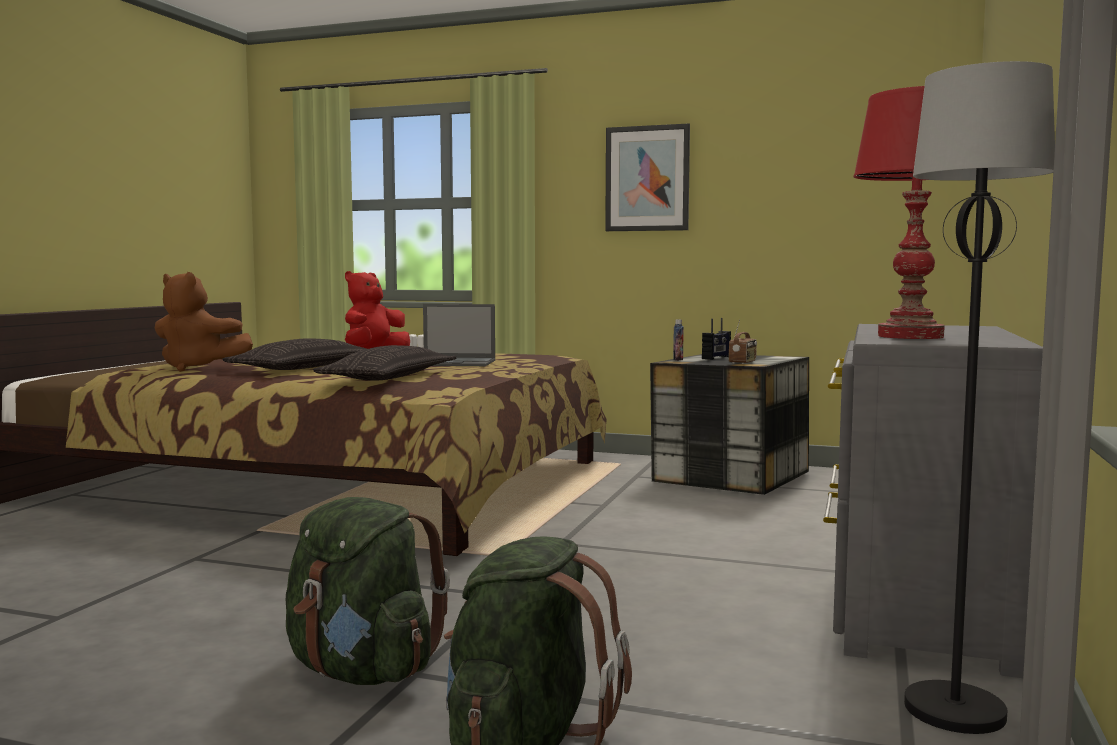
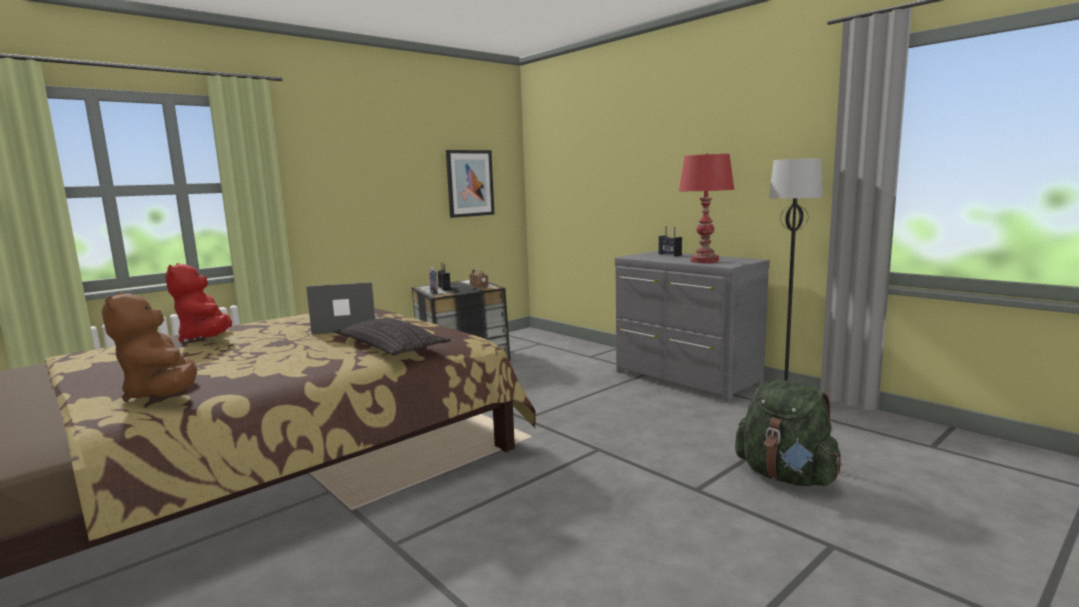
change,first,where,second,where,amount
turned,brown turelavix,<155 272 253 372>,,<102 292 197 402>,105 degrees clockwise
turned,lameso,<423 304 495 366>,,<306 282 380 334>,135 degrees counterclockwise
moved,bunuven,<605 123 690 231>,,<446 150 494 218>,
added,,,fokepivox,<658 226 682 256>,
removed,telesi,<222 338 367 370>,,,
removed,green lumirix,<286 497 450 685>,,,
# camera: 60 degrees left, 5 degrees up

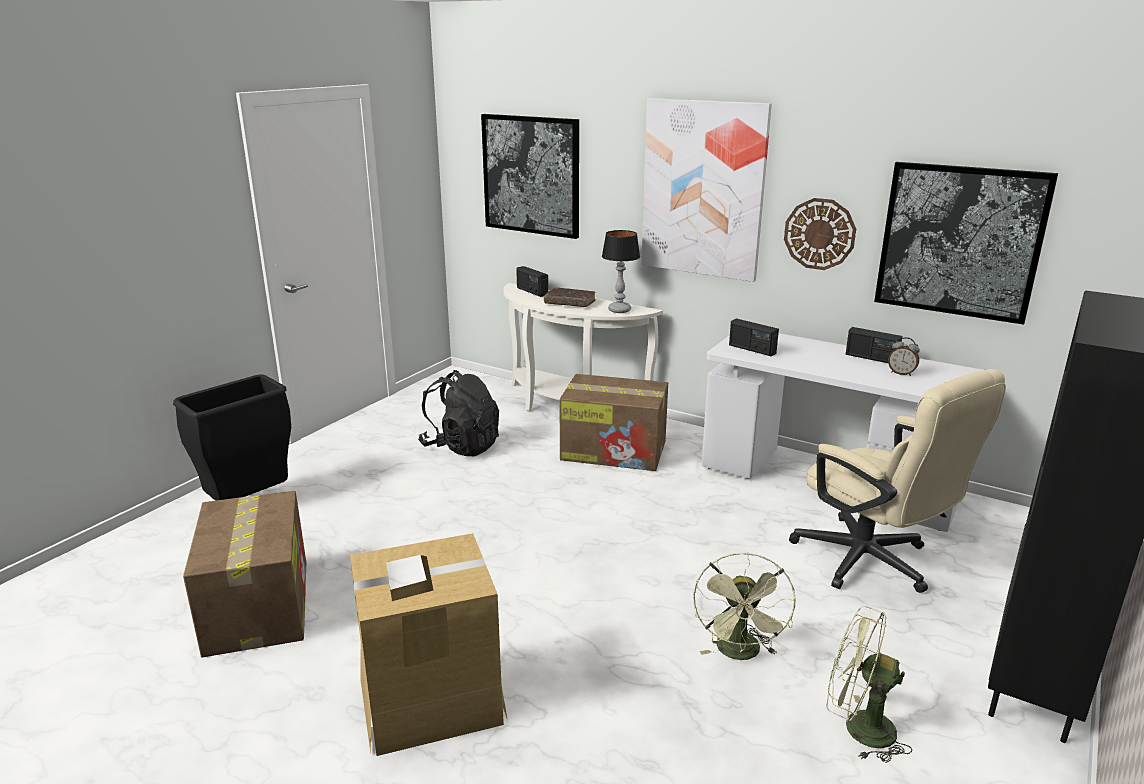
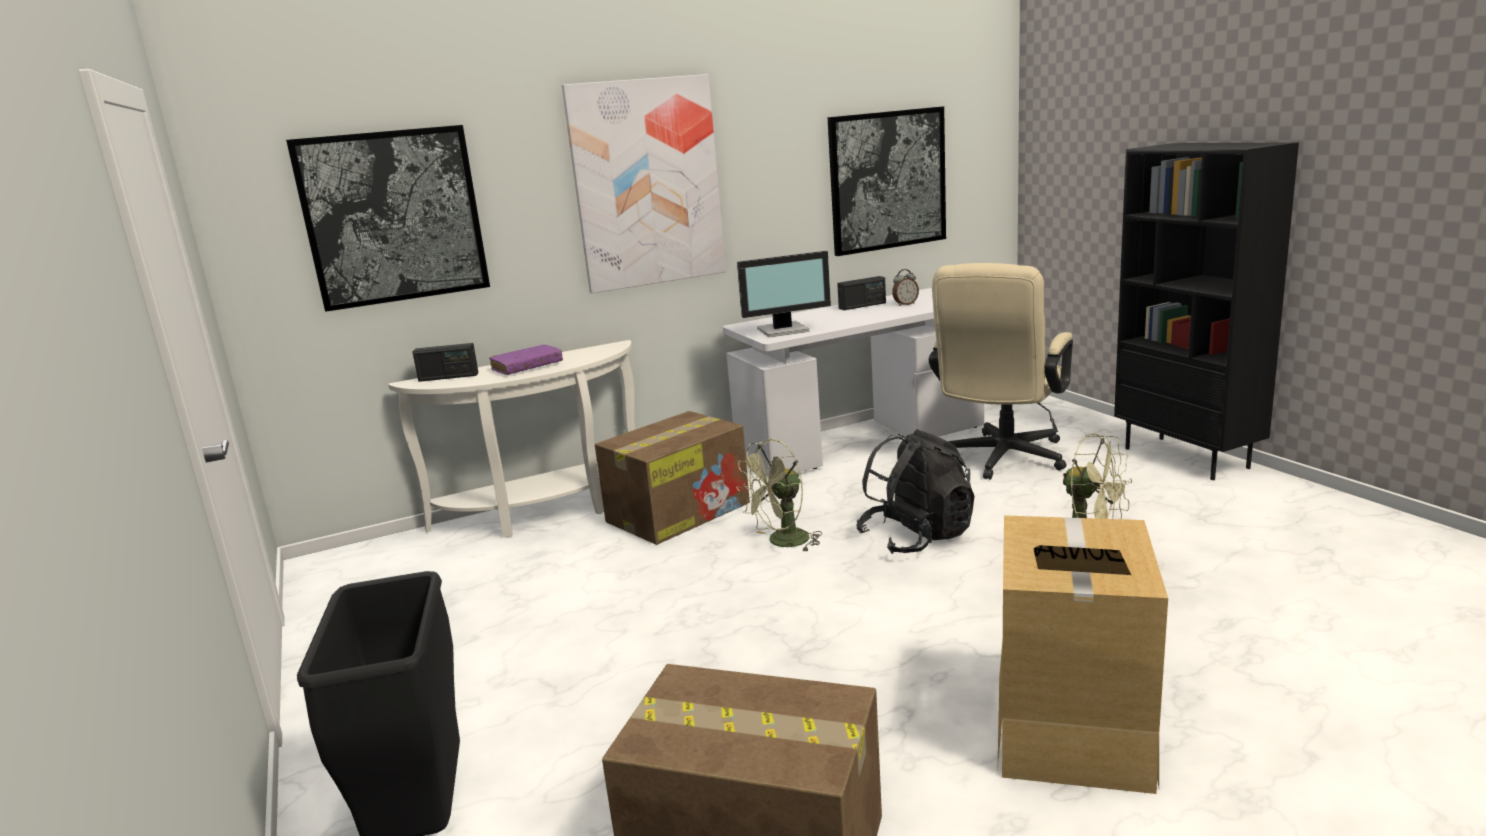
change,first,where,second,where,amount
recoloured,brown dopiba,<544 287 596 307>,purple dopiba,<489 344 563 375>,
moved,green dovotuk,<826 606 912 763>,,<736 439 822 551>,
replaced,fokepivox,<729 318 779 356>,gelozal,<737 251 831 337>,
moved,black lumirix,<418 370 499 456>,,<857 429 974 554>,
turned,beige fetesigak,<789 369 1006 593>,,<929 263 1073 480>,120 degrees clockwise
removed,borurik,<602 230 640 313>,,,
removed,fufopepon,<784 198 856 270>,,,
# camera: 55 degrees left, 5 degrees down

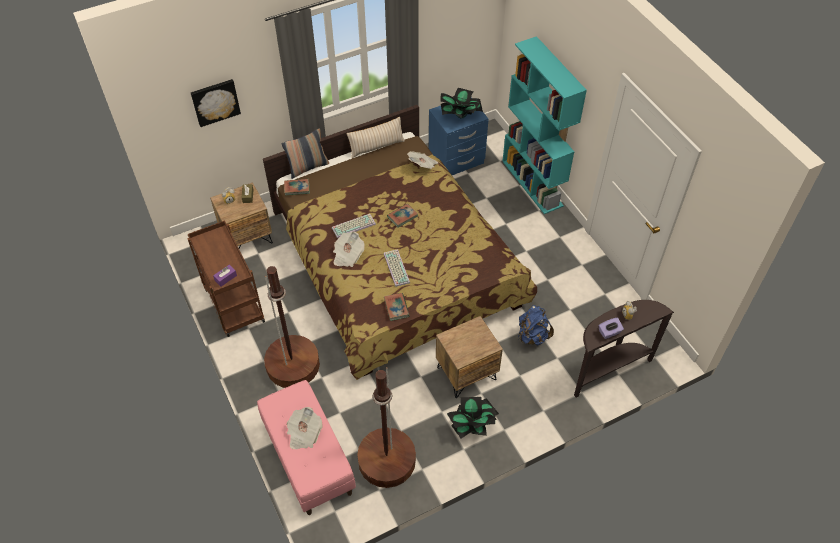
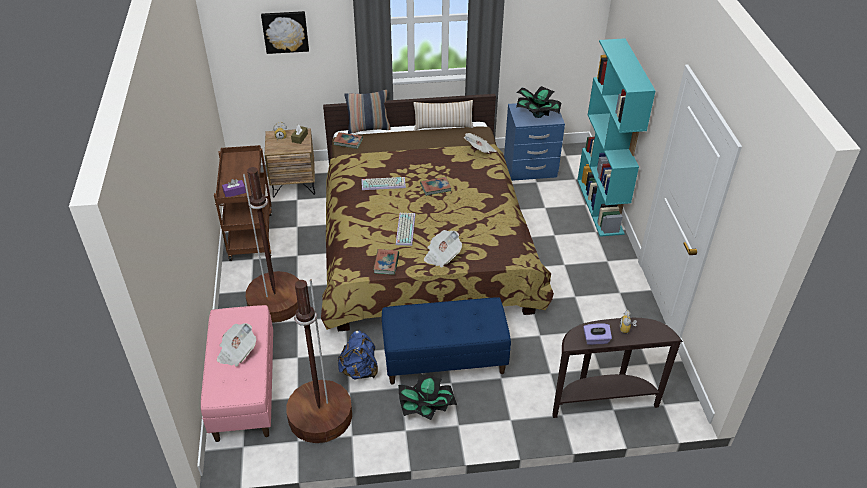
change,first,where,second,where,amount
moved,blue lumirix,<518 305 554 345>,,<338 330 378 379>,
replaced,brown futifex,<436 316 503 398>,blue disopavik,<382 297 511 385>,
moved,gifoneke,<333 231 365 267>,,<424 230 462 267>,
# camera: 20 degrees right, 10 degrees down

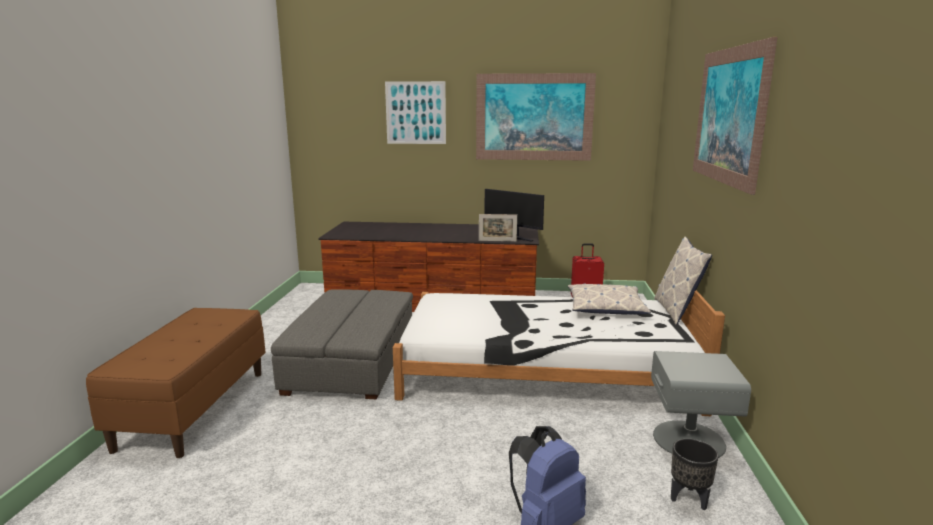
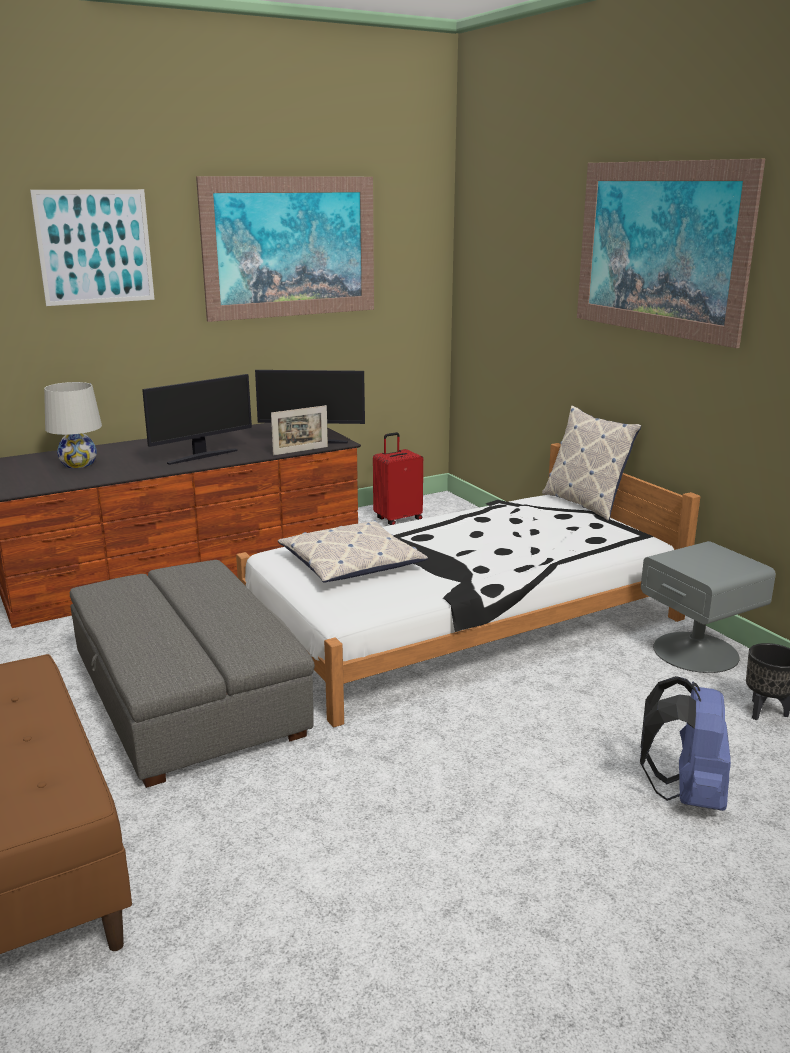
change,first,where,second,where,amount
added,,,white borurik,<44 382 102 468>,
added,,,gelozal,<142 374 252 465>,
moved,telesi,<568 283 651 315>,,<278 520 428 583>,
# camera: 35 degrees left, 5 degrees up

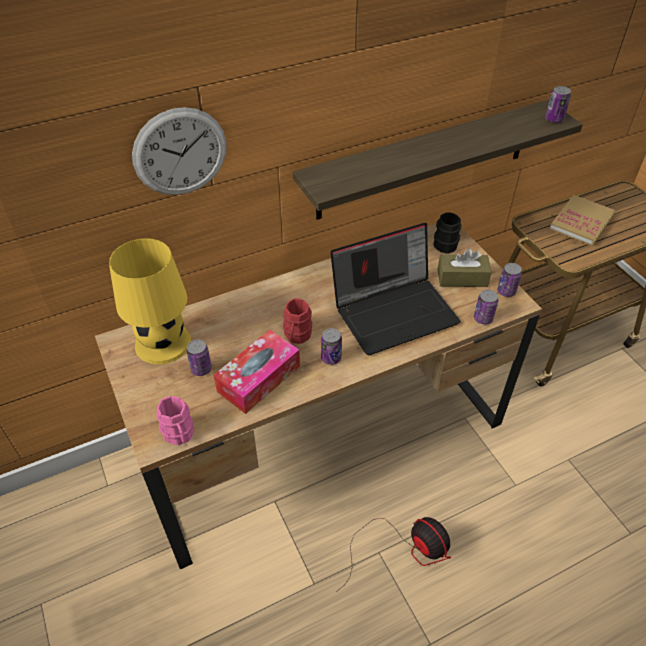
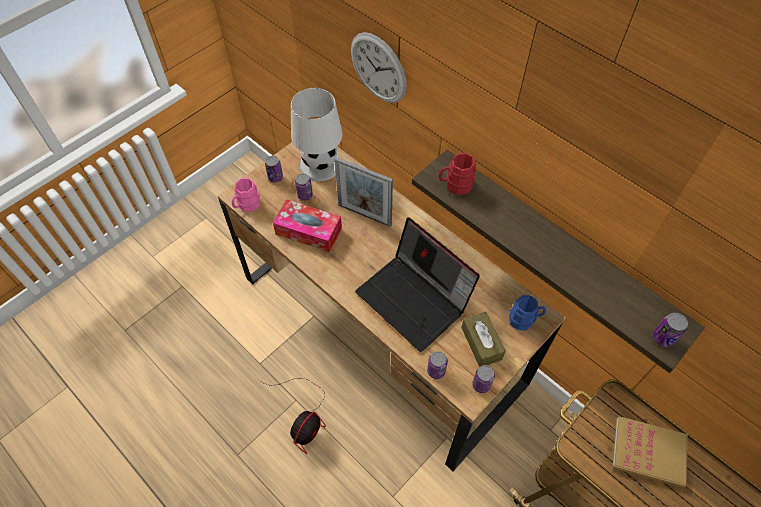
change,first,where,second,where,amount
moved,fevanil,<321 328 342 365>,,<265 156 283 183>,
recoloured,yellow borurik,<109 238 191 365>,white borurik,<291 88 343 181>,
added,,,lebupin,<334 157 393 227>,
moved,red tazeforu,<283 298 312 344>,,<439 153 476 195>,
recoloured,black tazeforu,<433 212 461 254>,blue tazeforu,<509 295 546 330>,
# camera: 70 degrees right, 10 degrees up

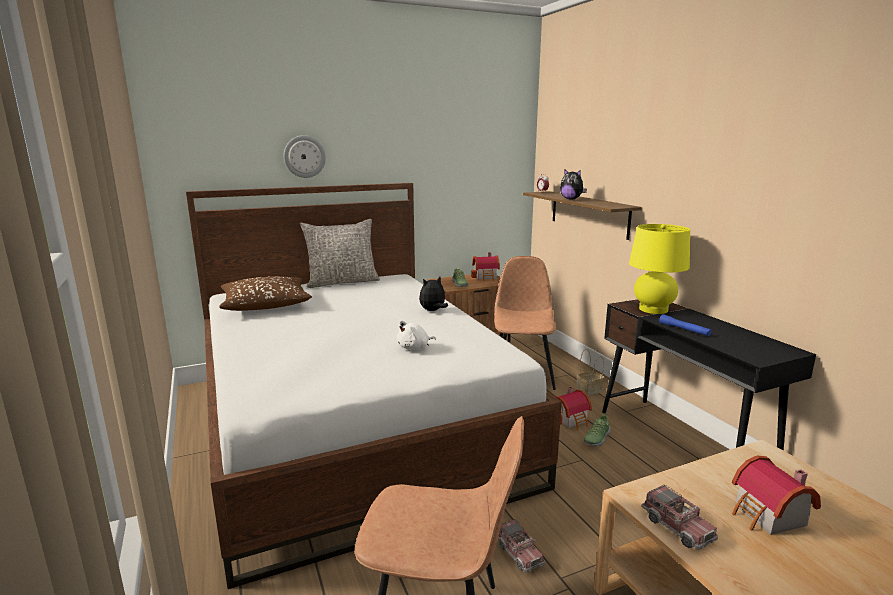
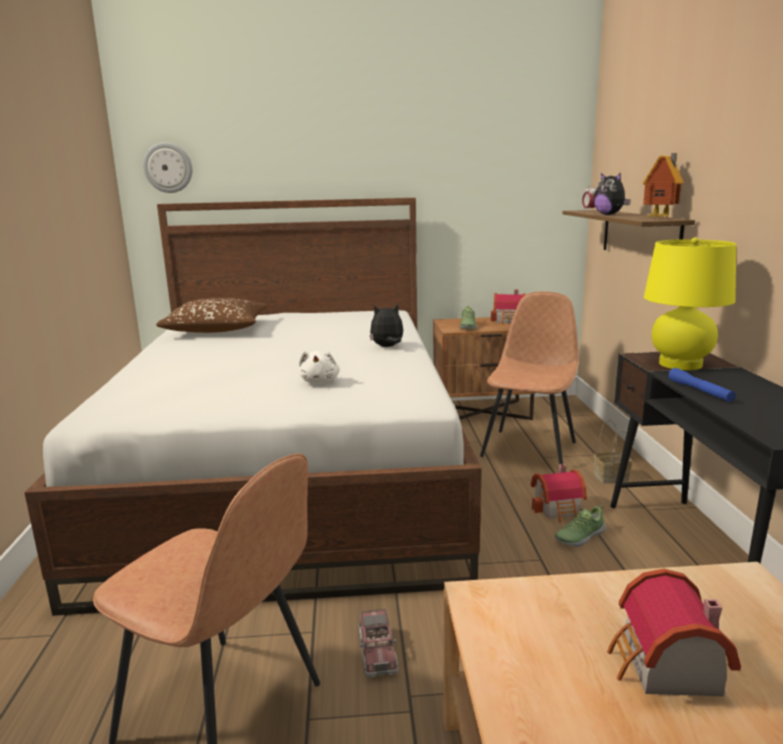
change,first,where,second,where,amount
moved,fufopepon,<284 135 326 178>,,<143 142 192 193>,
turned,white turelavix,<397 320 436 350>,,<299 351 340 384>,75 degrees counterclockwise
added,,,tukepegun,<642 153 684 217>,
removed,grey telesi,<300 219 380 288>,,,
removed,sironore,<641 484 718 550>,,,
# camera: 20 degrees right, 0 degrees up

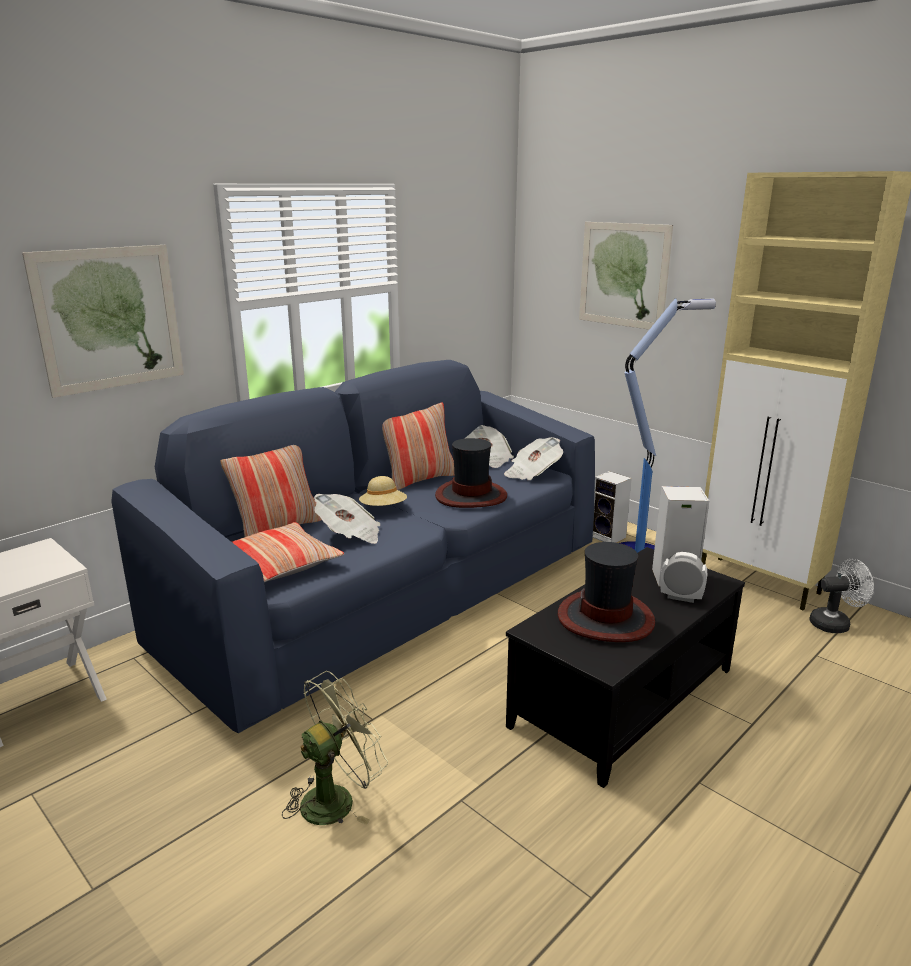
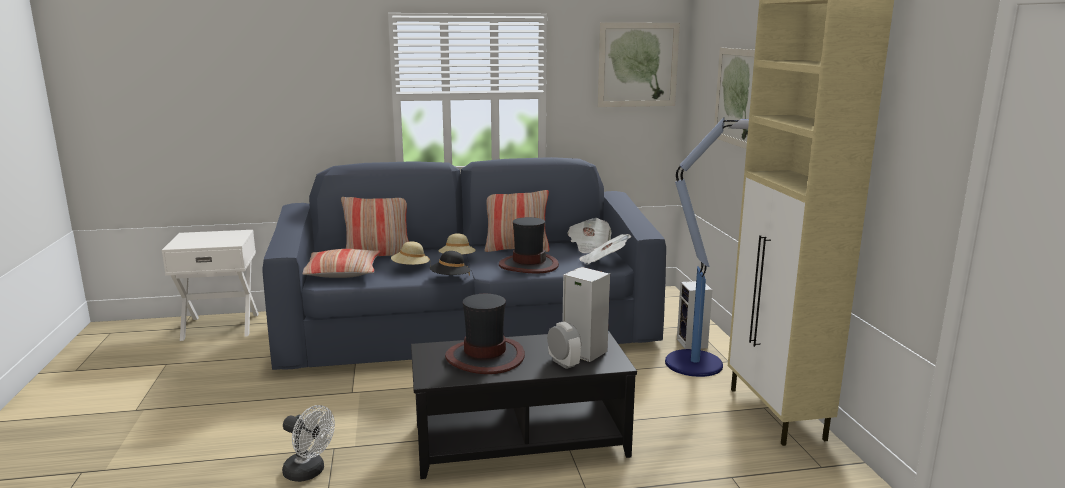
change,first,where,second,where,amount
moved,white dovotuk,<809 559 874 633>,,<282 405 335 482>,
replaced,gifoneke,<314 494 381 544>,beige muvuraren,<391 241 430 265>,
added,,,black muvuraren,<430 251 471 276>,
moved,bunuven,<22 245 184 398>,,<598 22 680 107>,
removed,green dovotuk,<282 671 388 825>,,,
# camera: 35 degrees right, 5 degrees down

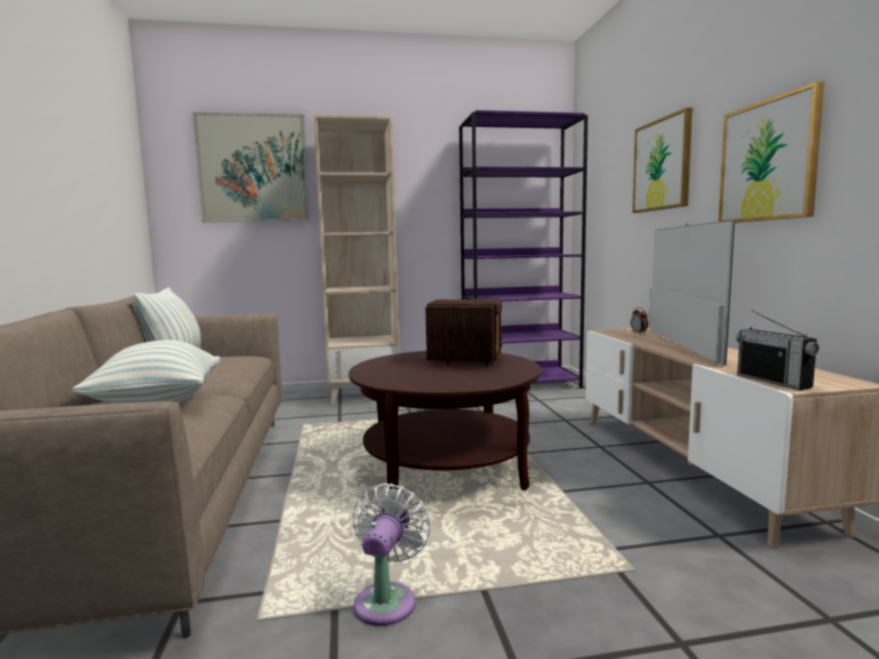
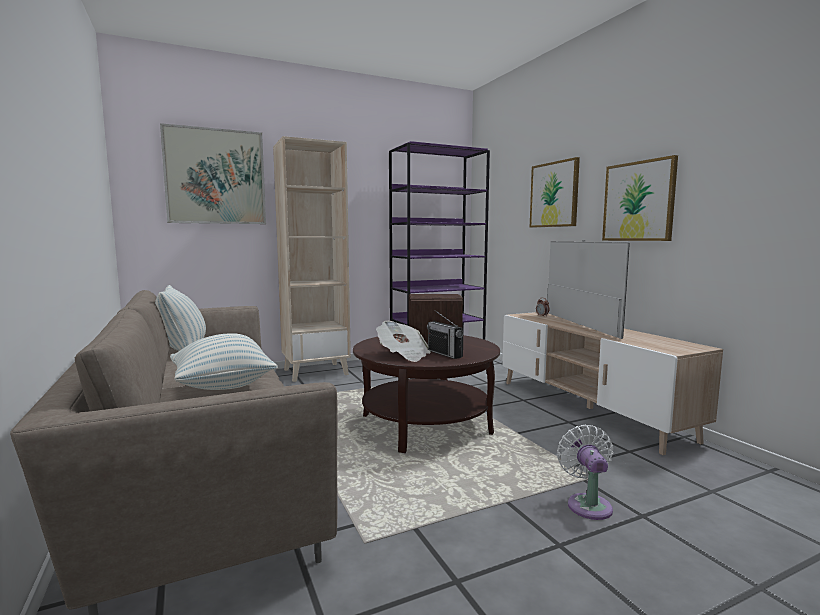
change,first,where,second,where,amount
added,,,gifoneke,<376 321 431 362>,
moved,fokepivox,<736 310 819 390>,,<427 310 464 359>,
moved,white dovotuk,<352 483 431 626>,,<557 425 613 520>,
# camera: 15 degrees left, 0 degrees up

